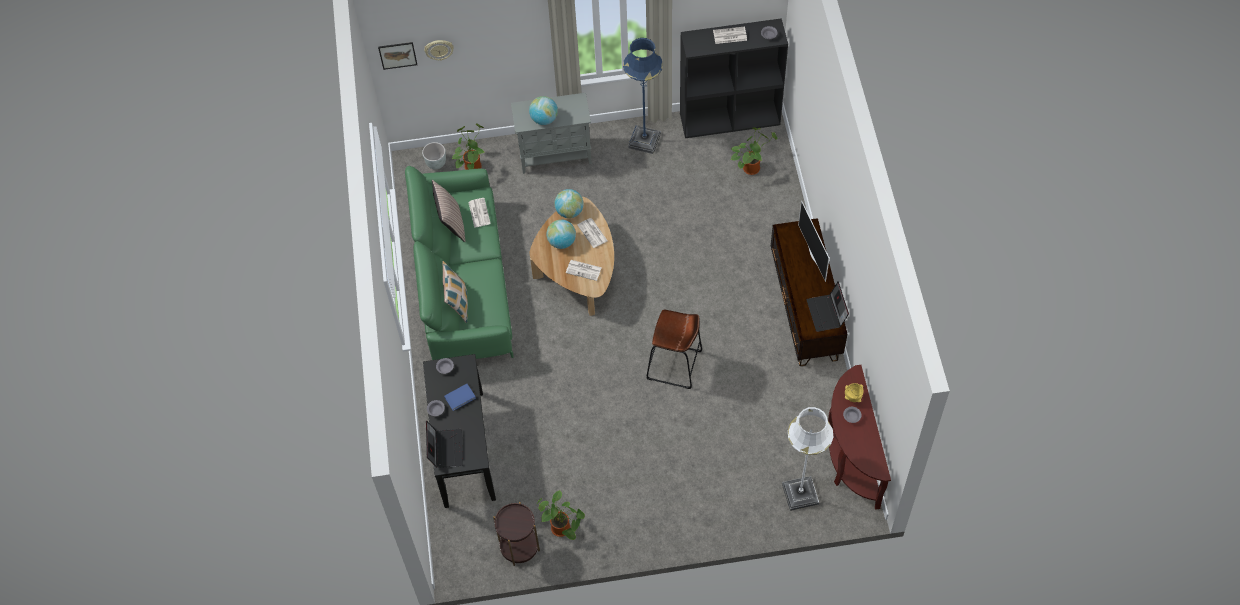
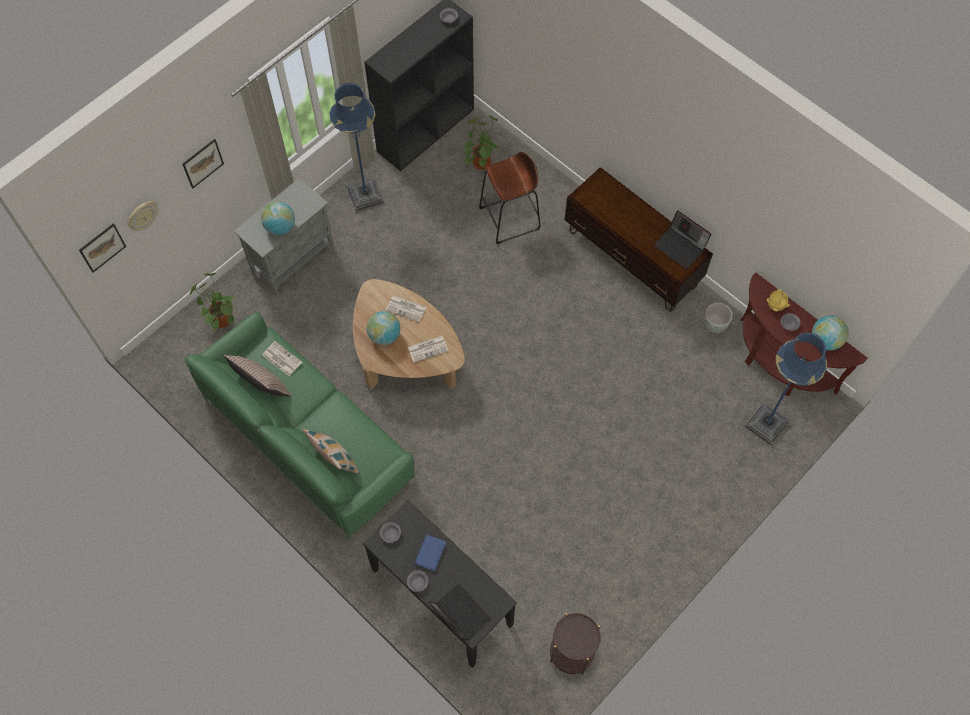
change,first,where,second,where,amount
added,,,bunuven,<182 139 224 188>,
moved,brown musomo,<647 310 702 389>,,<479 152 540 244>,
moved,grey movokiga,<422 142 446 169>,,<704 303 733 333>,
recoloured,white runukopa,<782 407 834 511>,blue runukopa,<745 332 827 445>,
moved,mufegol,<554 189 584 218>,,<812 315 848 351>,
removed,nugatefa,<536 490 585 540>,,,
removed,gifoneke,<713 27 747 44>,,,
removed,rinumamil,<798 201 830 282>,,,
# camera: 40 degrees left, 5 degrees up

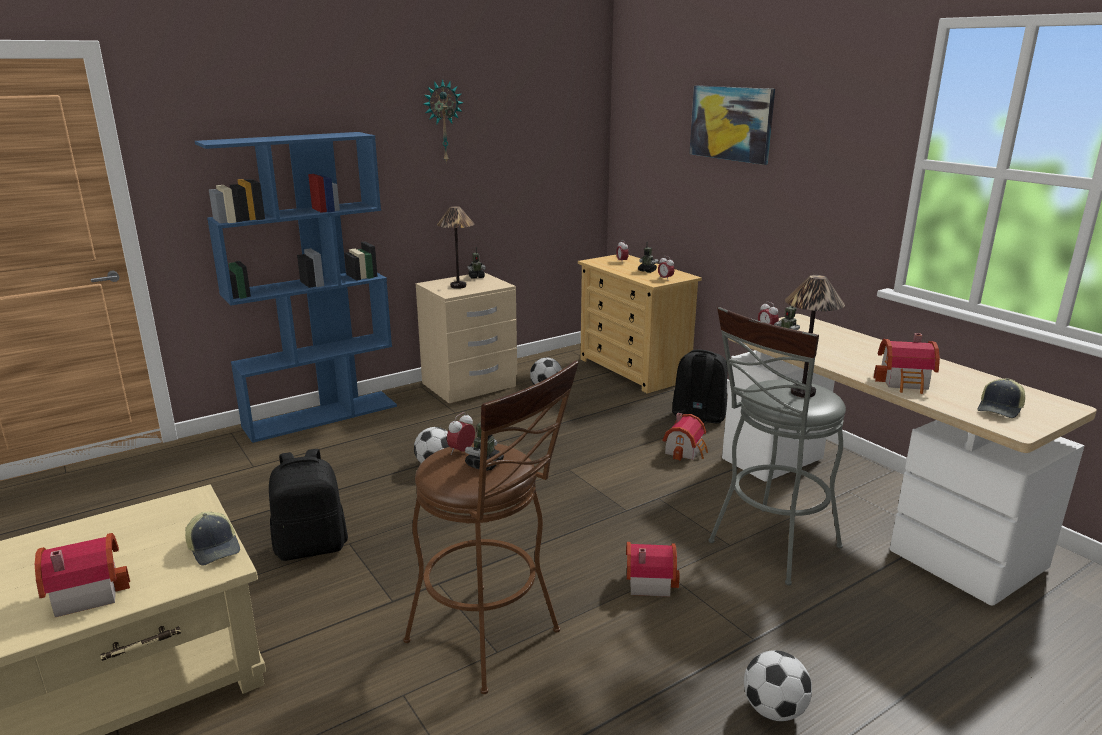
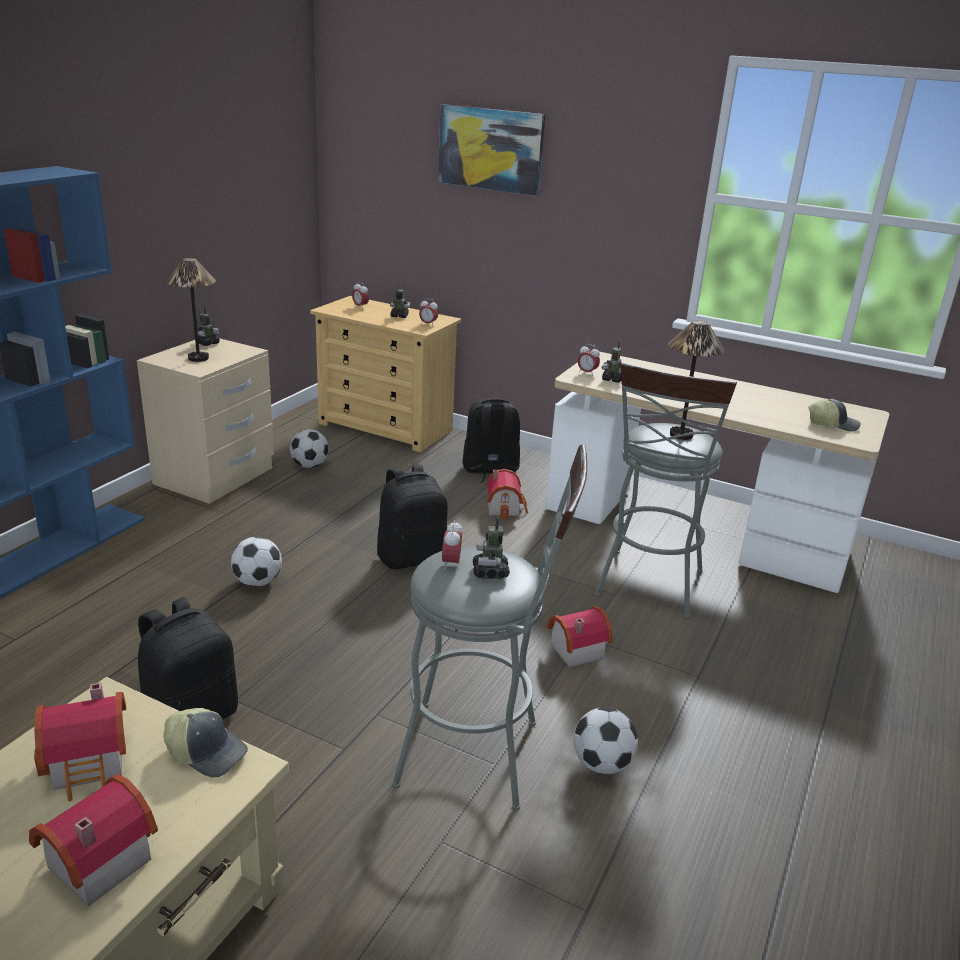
change,first,where,second,where,amount
moved,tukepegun,<874 333 940 394>,,<34 682 126 801>,
added,,,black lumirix,<377 465 448 569>,
recoloured,brown musomo,<403 361 579 694>,grey musomo,<392 444 587 811>,
moved,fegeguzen,<744 650 812 721>,,<573 707 638 774>,
turned,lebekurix,<977 378 1025 418>,,<809 399 861 432>,90 degrees counterclockwise
removed,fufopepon,<424 79 464 164>,,,
# camera: 30 degrees left, 5 degrees up

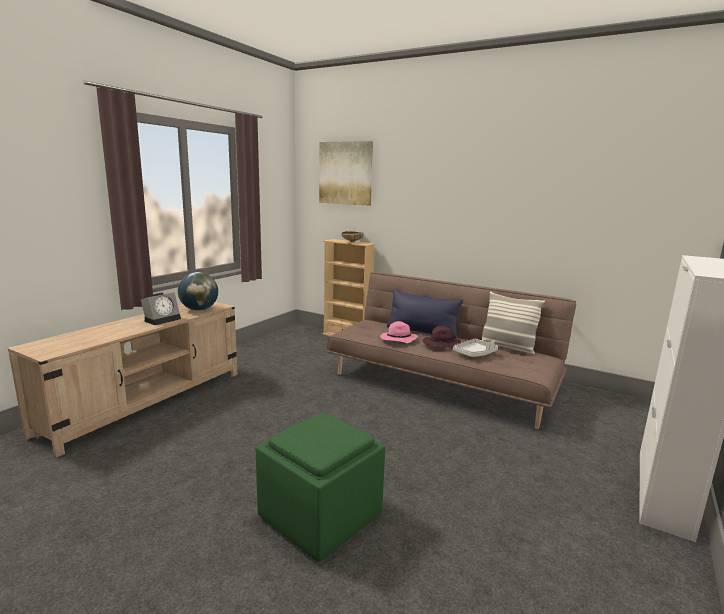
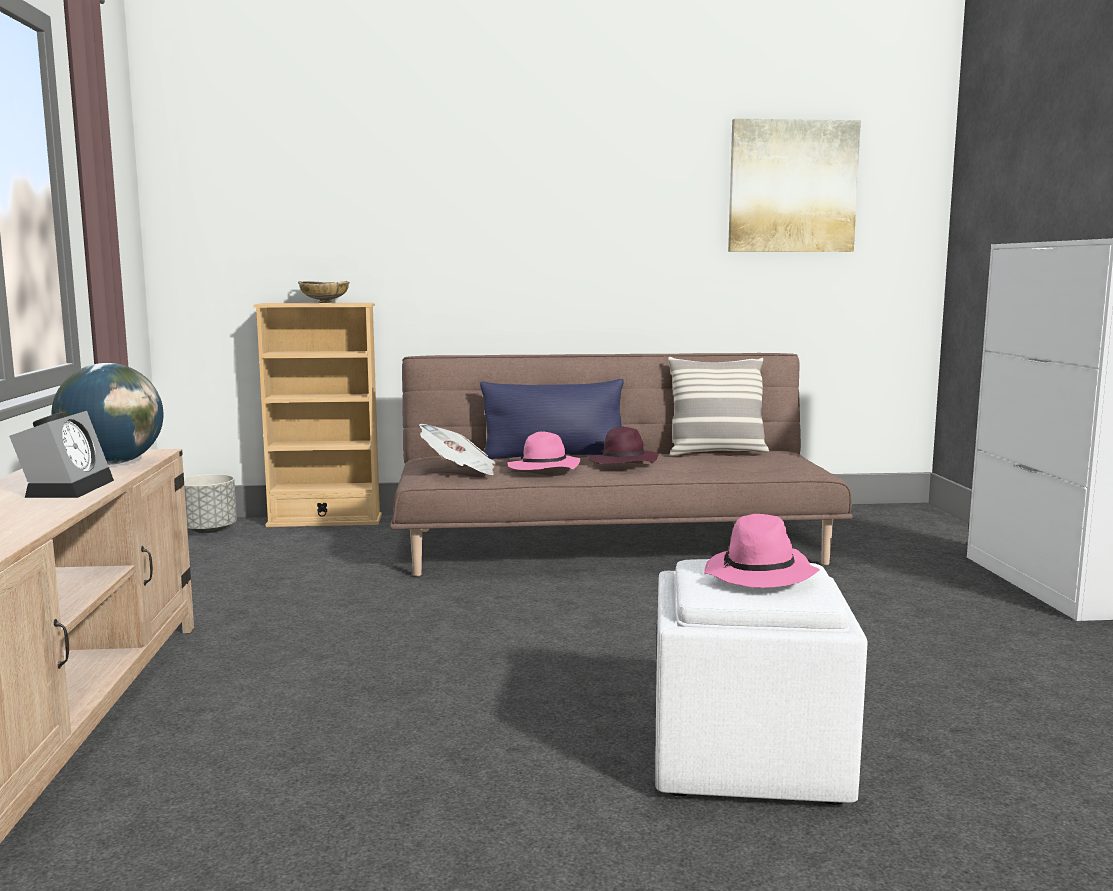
change,first,where,second,where,amount
added,,,grey movokiga,<184 474 237 533>,
added,,,gifoneke,<419 424 495 475>,
recoloured,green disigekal,<256 413 385 562>,white disigekal,<655 559 868 805>,
added,,,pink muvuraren,<704 514 820 588>,
moved,bunuven,<319 141 373 206>,,<728 119 861 252>,
removed,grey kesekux,<453 339 498 357>,,,
# camera: 35 degrees left, 5 degrees down

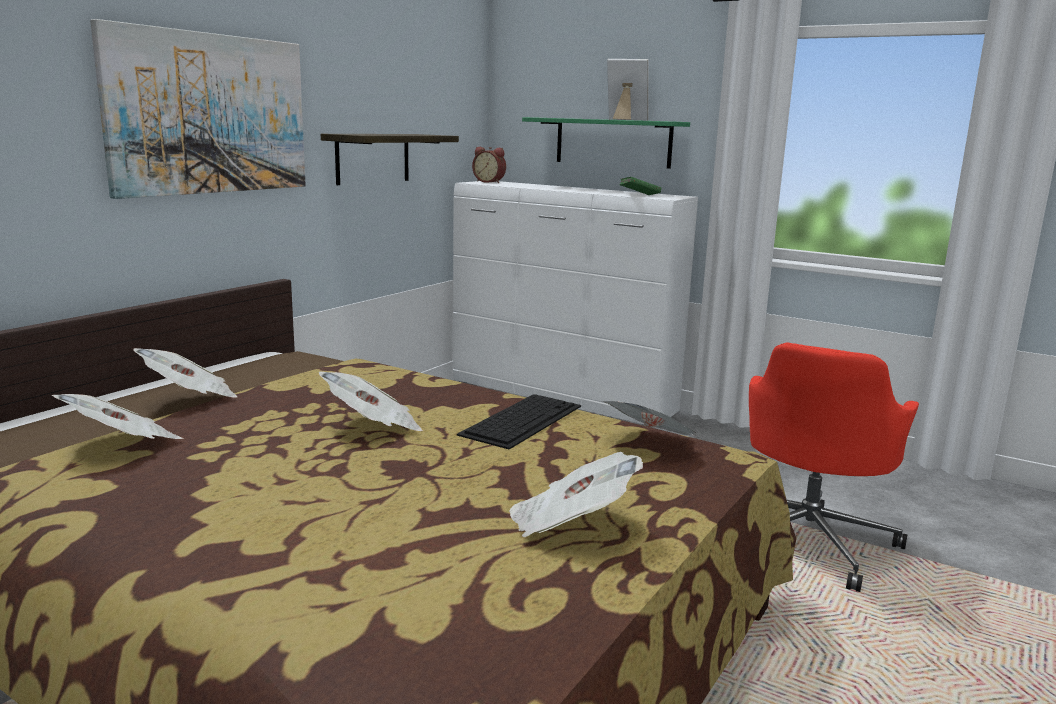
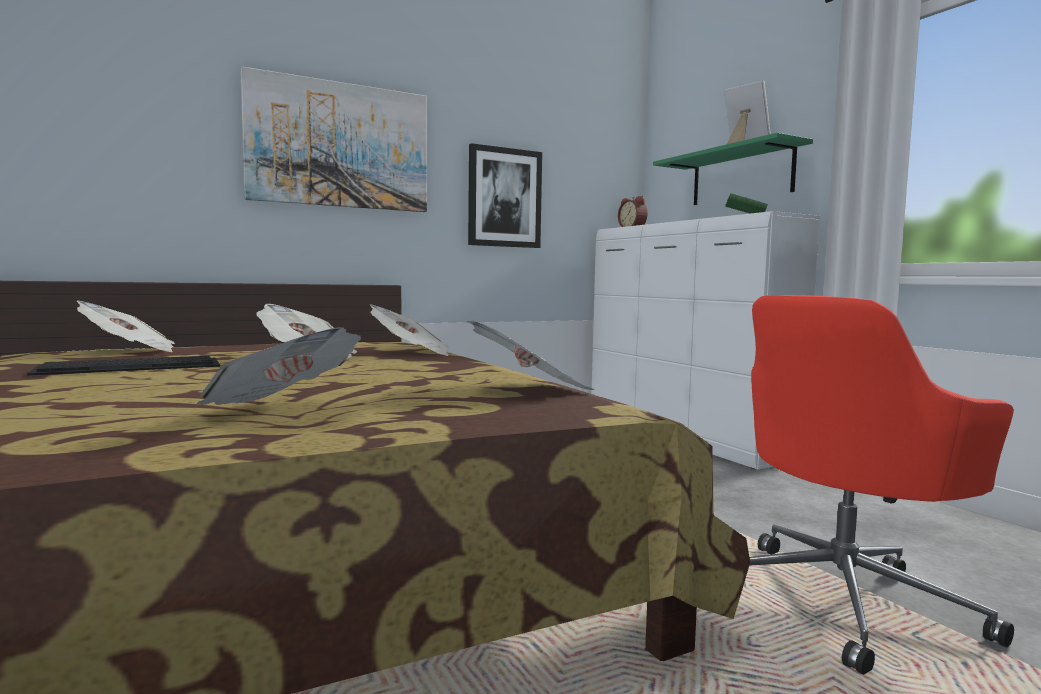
change,first,where,second,where,amount
moved,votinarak,<457 394 581 449>,,<27 356 220 376>,
moved,gifoneke,<134 348 237 398>,,<369 304 449 356>,
replaced,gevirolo,<321 134 459 185>,bunuven,<468 143 542 248>,
# camera: 30 degrees right, 10 degrees down

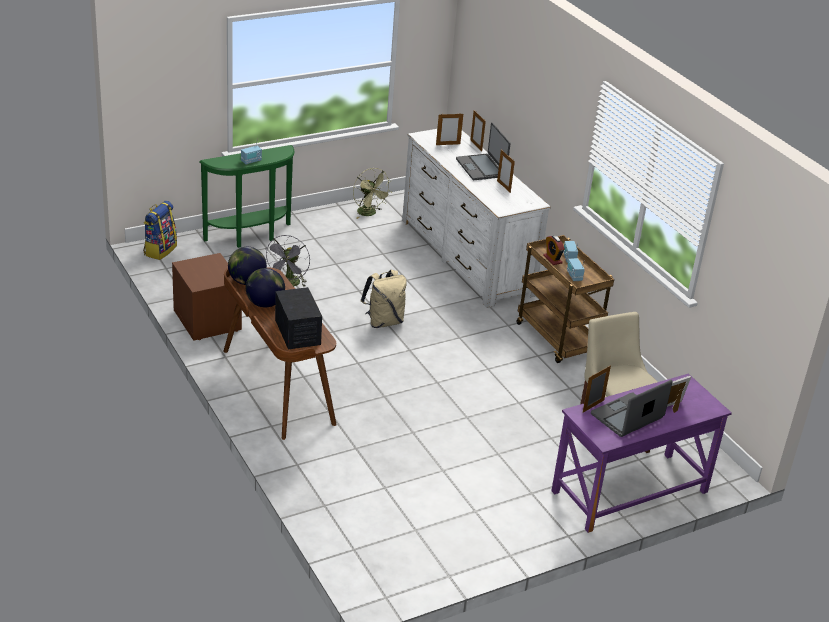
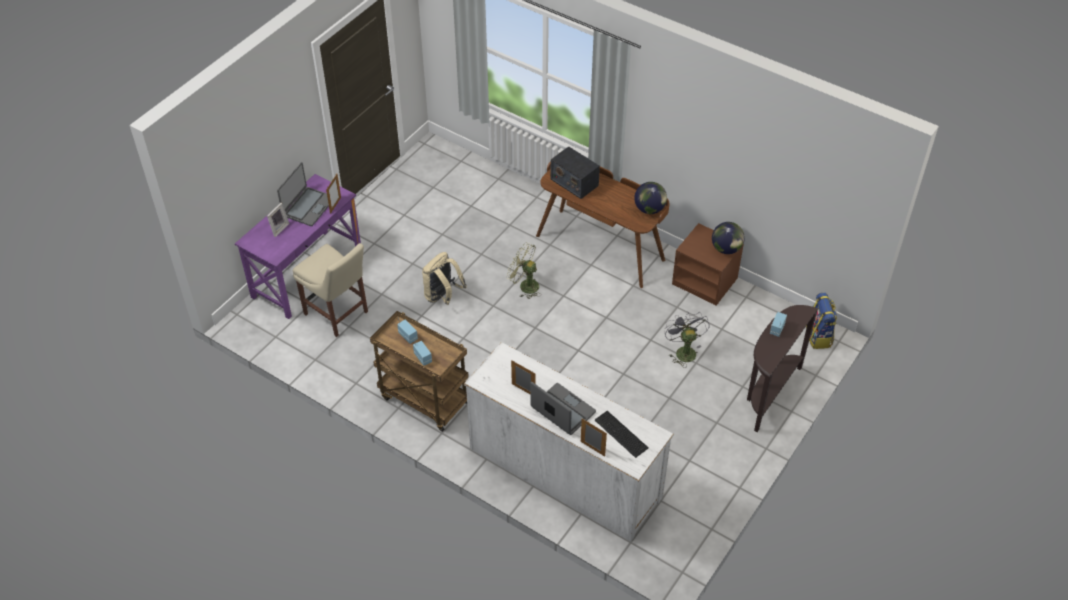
change,first,where,second,where,amount
moved,beige lumirix,<361 270 407 328>,,<422 252 467 305>,
moved,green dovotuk,<353 168 392 219>,,<507 242 541 299>,
replaced,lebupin,<436 114 463 145>,votinarak,<595 411 648 458>,
moved,mufegol,<246 268 285 308>,,<712 222 745 254>,
recoloured,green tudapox,<200 145 294 248>,brown tudapox,<747 305 819 432>,
removed,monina,<543 235 565 265>,,,
# camera: 155 degrees right, 15 degrees up

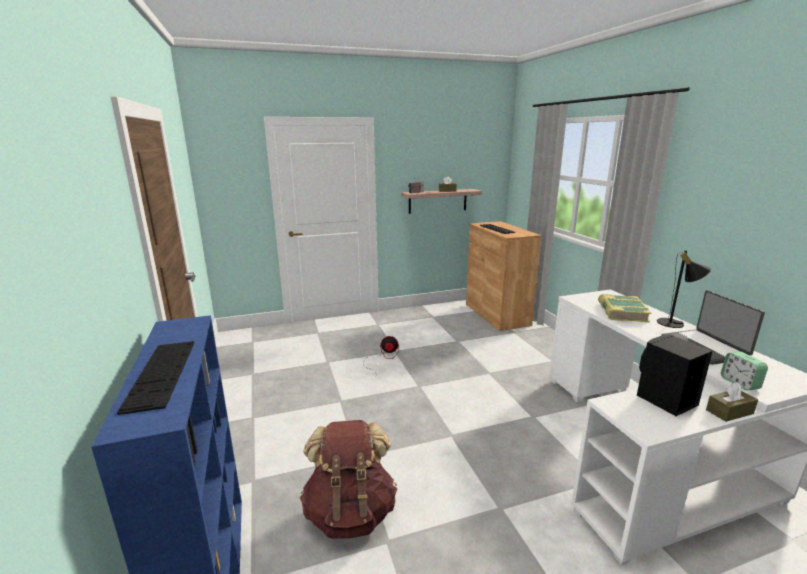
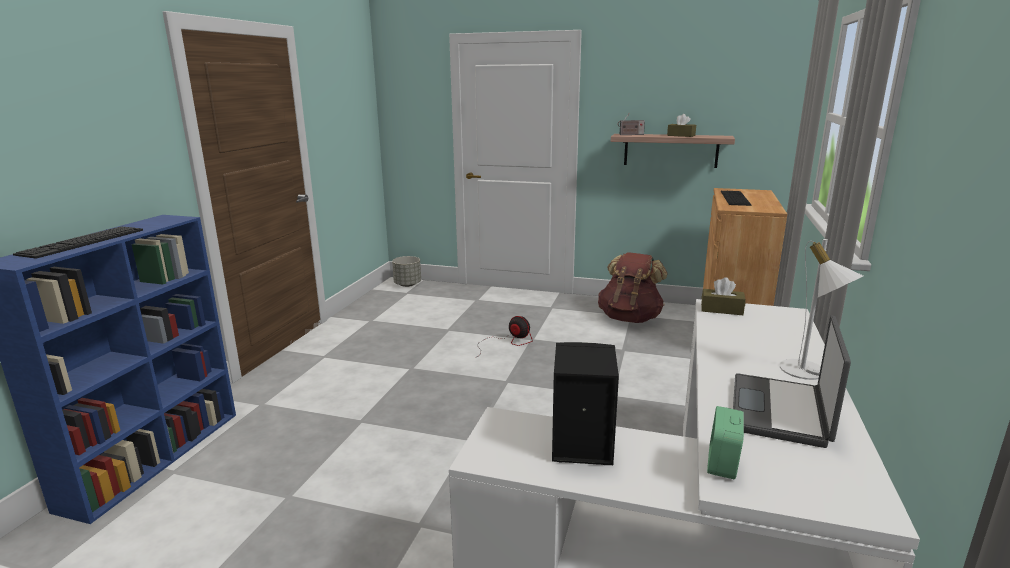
change,first,where,second,where,amount
added,,,grey movokiga,<392 256 421 287>,
moved,brown lumirix,<300 420 398 539>,,<598 252 668 323>,
moved,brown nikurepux,<706 382 758 422>,,<701 277 746 315>,
recoloured,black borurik,<657 250 711 328>,white borurik,<780 239 863 380>,
removed,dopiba,<598 294 651 322>,,,
# camera: 35 degrees right, 0 degrees up

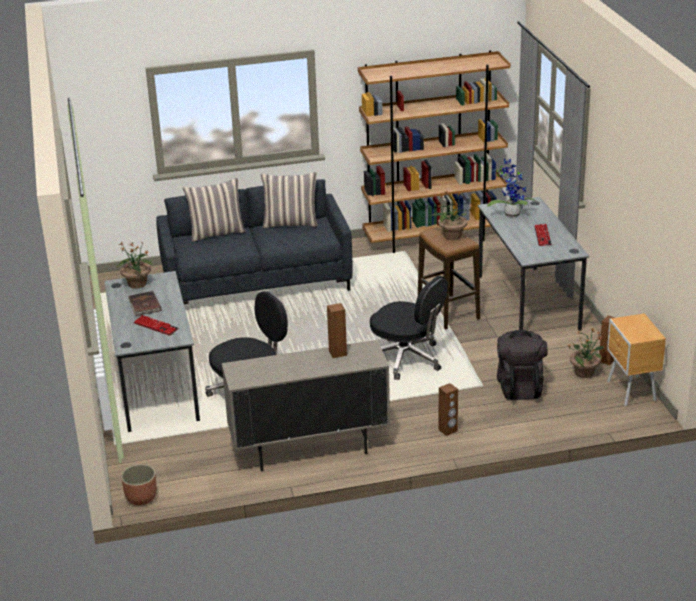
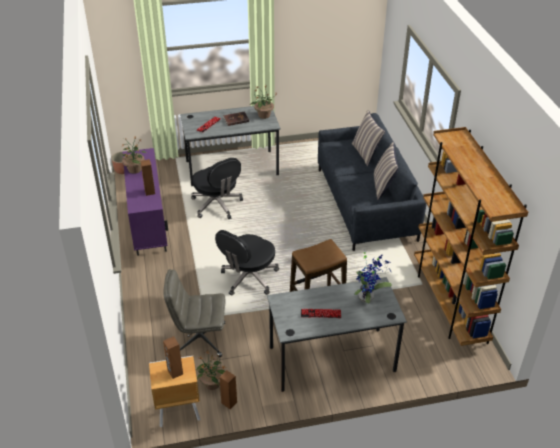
change,first,where,second,where,amount
moved,nugatefa,<431 191 473 240>,,<122 136 147 174>,
recoloured,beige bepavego,<222 340 390 471>,purple bepavego,<123 148 168 256>,
replaced,black lumirix,<497 330 548 400>,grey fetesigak,<163 269 226 357>,
moved,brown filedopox,<439 383 458 436>,,<163 336 183 379>,
# camera: 90 degrees right, 10 degrees up

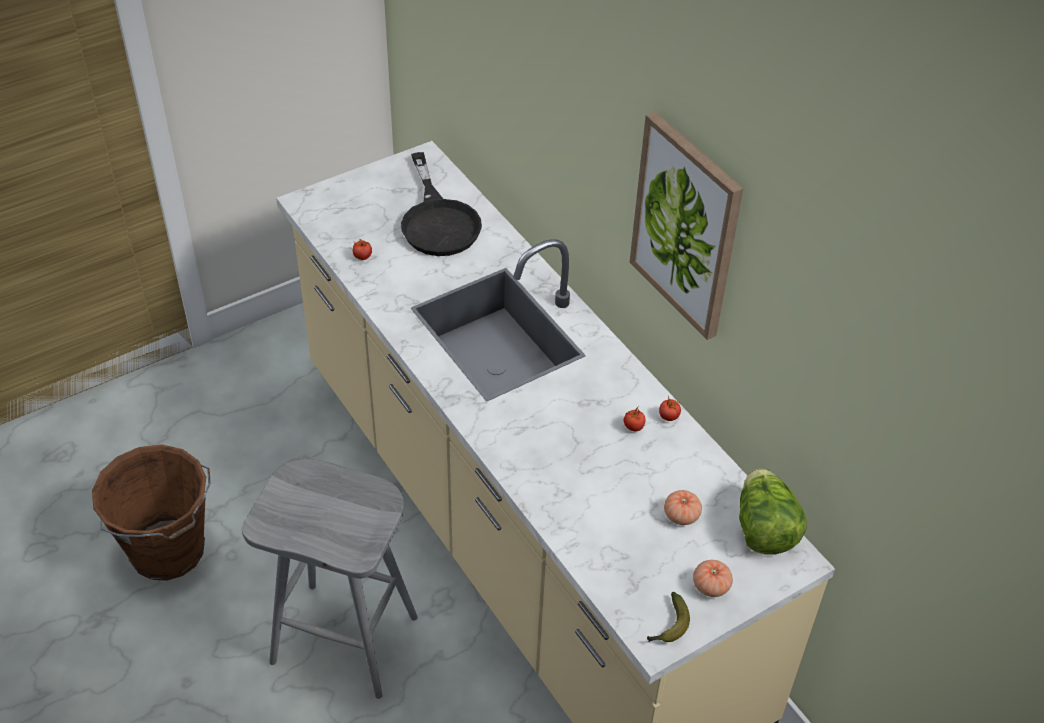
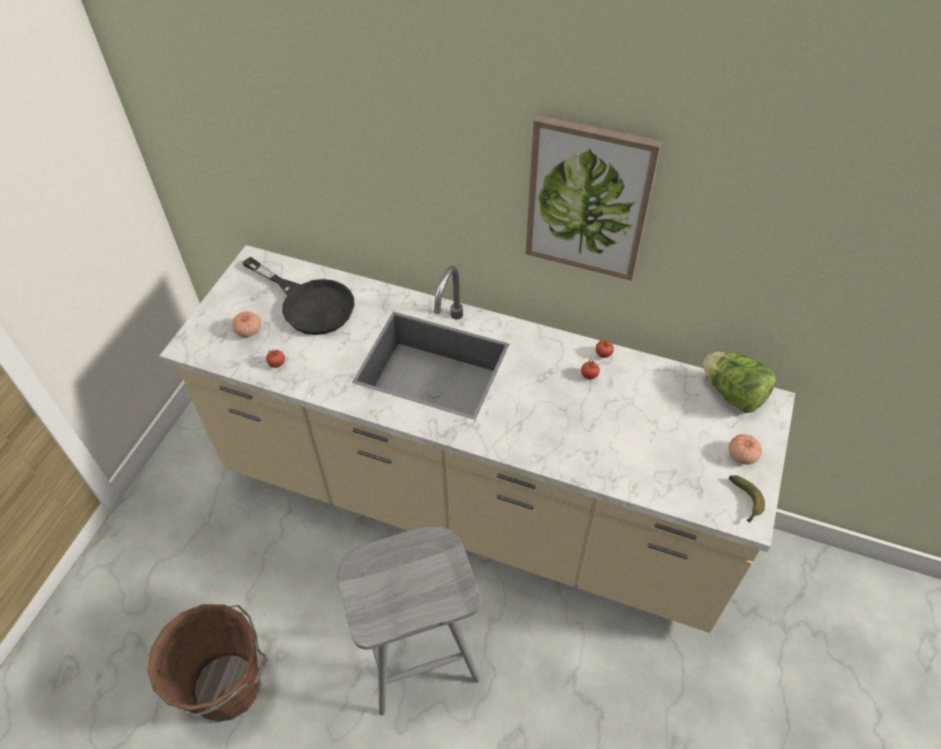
change,first,where,second,where,amount
moved,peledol,<664 490 702 525>,,<232 311 261 337>,
# camera: 35 degrees left, 5 degrees up

